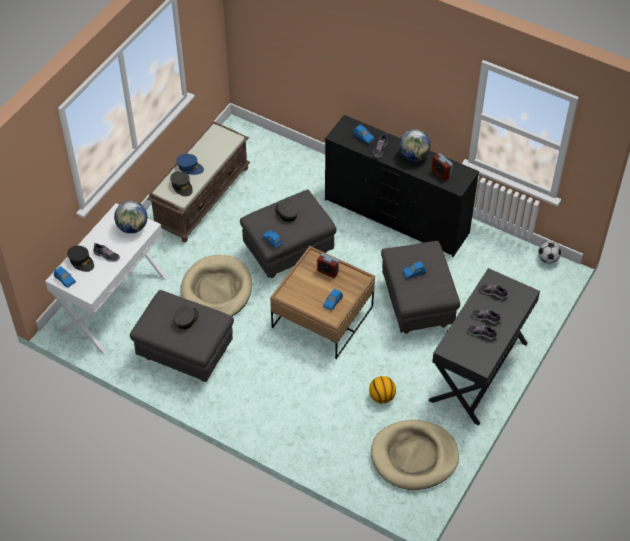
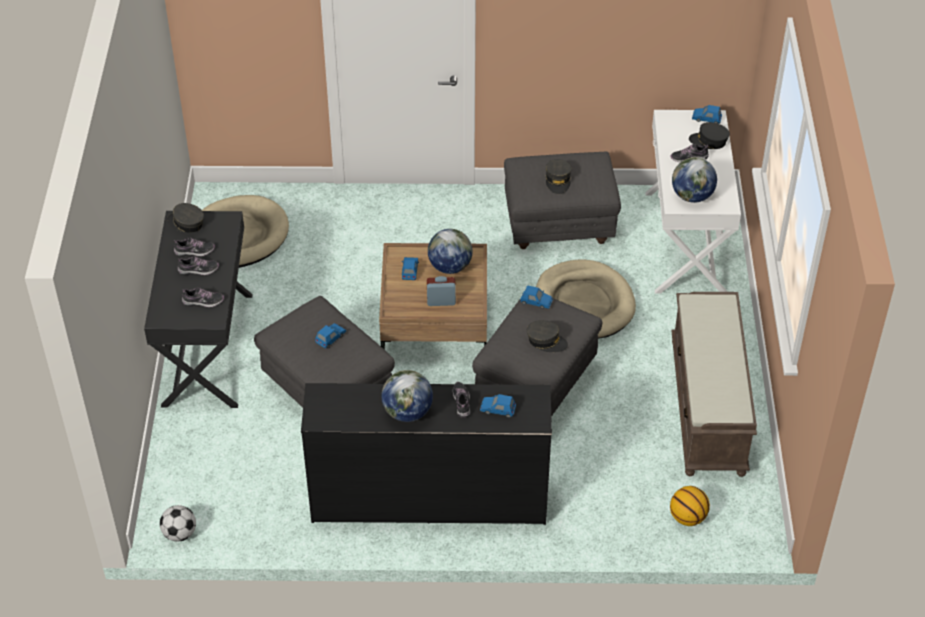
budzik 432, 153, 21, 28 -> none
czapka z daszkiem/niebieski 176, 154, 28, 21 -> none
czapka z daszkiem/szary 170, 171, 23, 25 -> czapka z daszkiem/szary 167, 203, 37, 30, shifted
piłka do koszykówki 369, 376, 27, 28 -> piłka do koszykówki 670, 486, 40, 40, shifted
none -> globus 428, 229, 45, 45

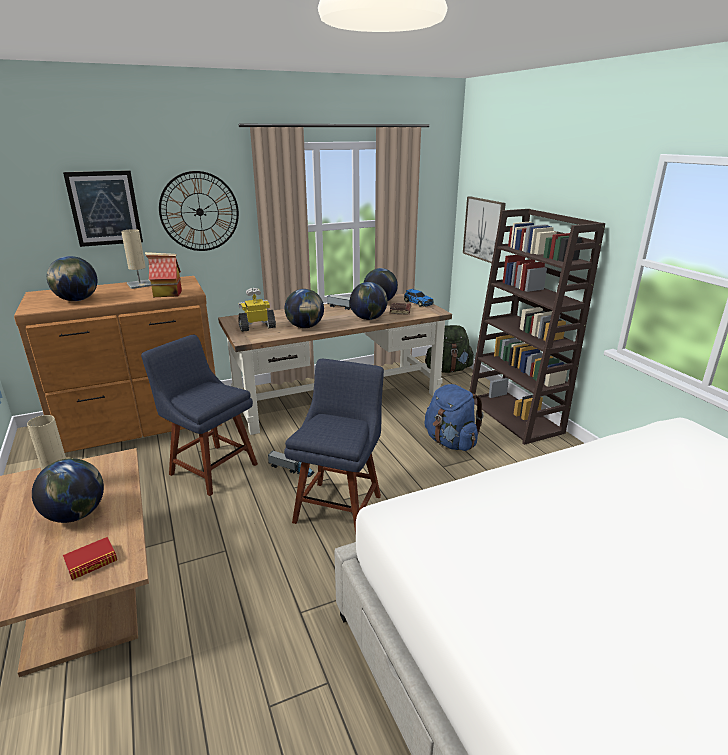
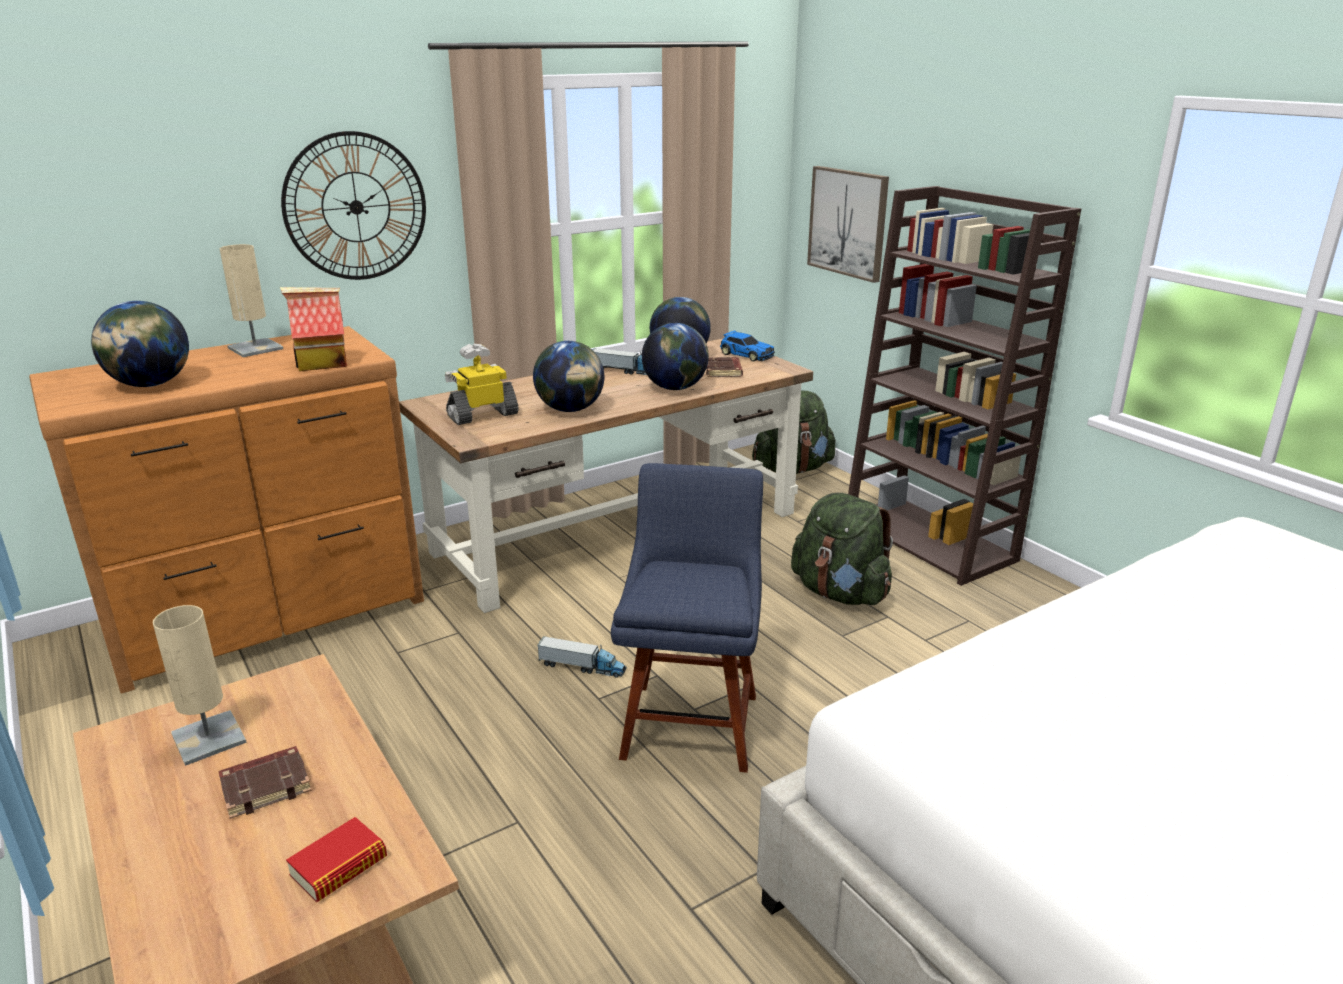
obraz 63, 170, 80, 77 -> none
krzesło/niebieski 141, 335, 117, 161 -> none
plecak/niebieski 424, 384, 60, 67 -> plecak/zielony 791, 492, 102, 113
globus 32, 458, 72, 65 -> książka/brązowy 218, 746, 94, 73

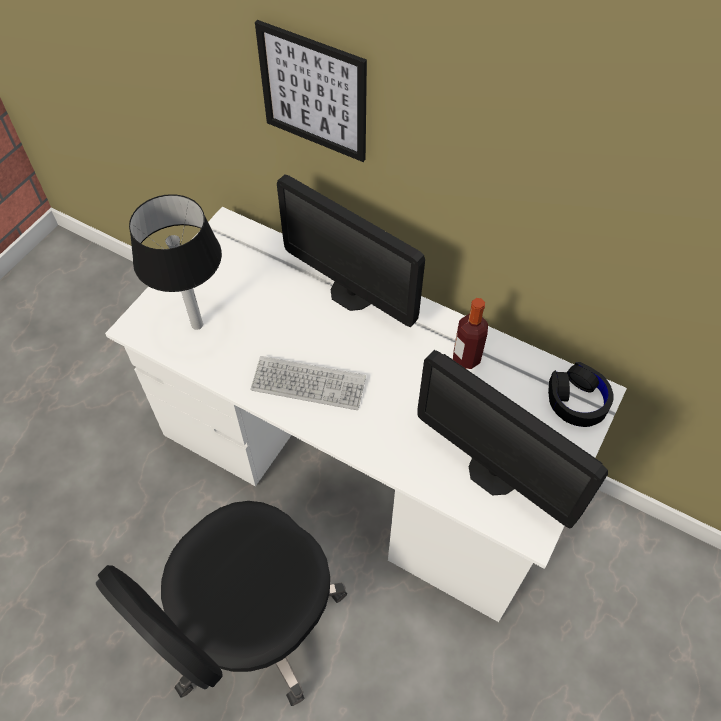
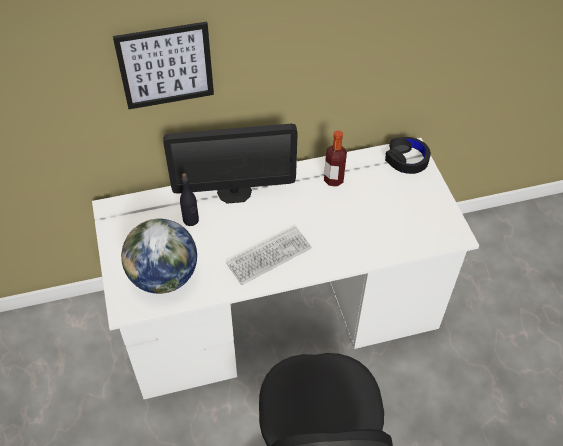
lampa stołowa 129, 194, 93, 136 -> globus 121, 219, 76, 75
monitor 417, 350, 191, 179 -> none
none -> butelka/czarny 180, 173, 19, 53

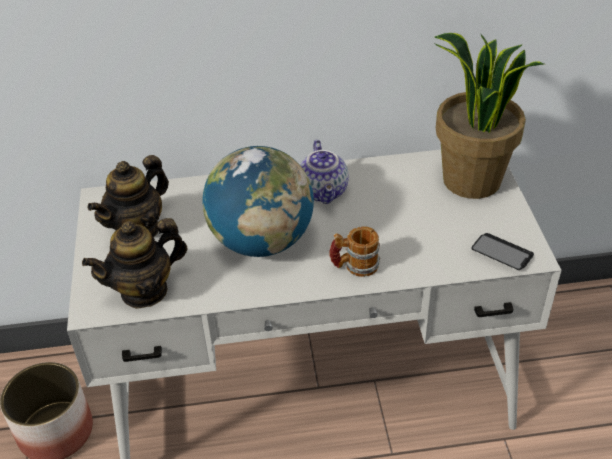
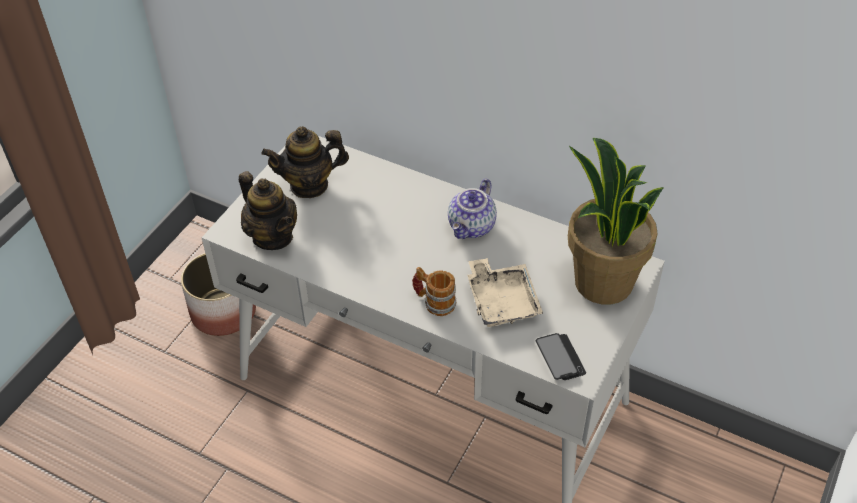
globus 202, 146, 112, 111 -> none
imbryk 82, 218, 105, 91 -> imbryk 239, 171, 58, 79, 135 degrees counterclockwise
none -> taca/beżowy 467, 258, 76, 69

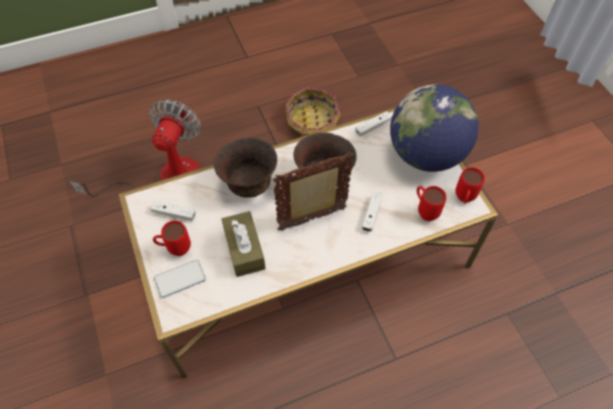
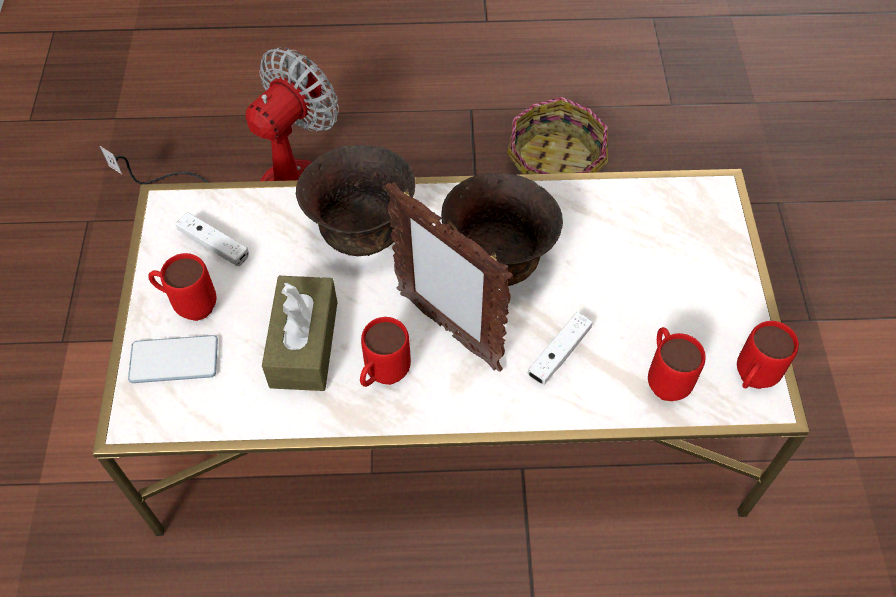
globus 390, 84, 89, 88 -> none
pad do gier/biały 355, 111, 37, 26 -> none
ramka na zdjęcie 273, 152, 81, 79 -> ramka na zdjęcie 385, 183, 128, 189, 135 degrees counterclockwise
none -> kubek/czerwony 360, 317, 51, 70

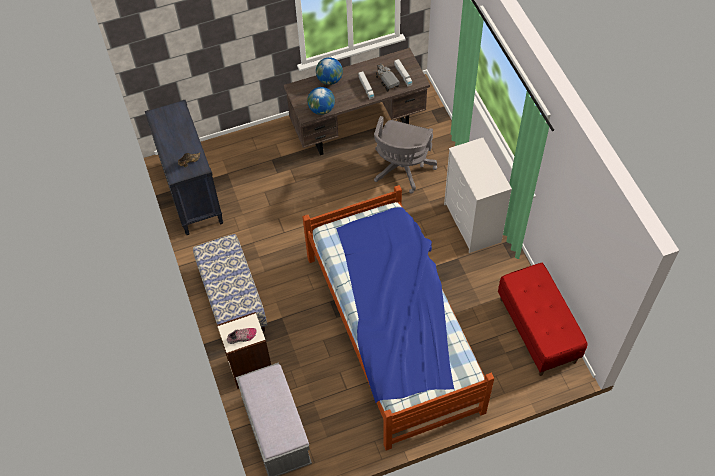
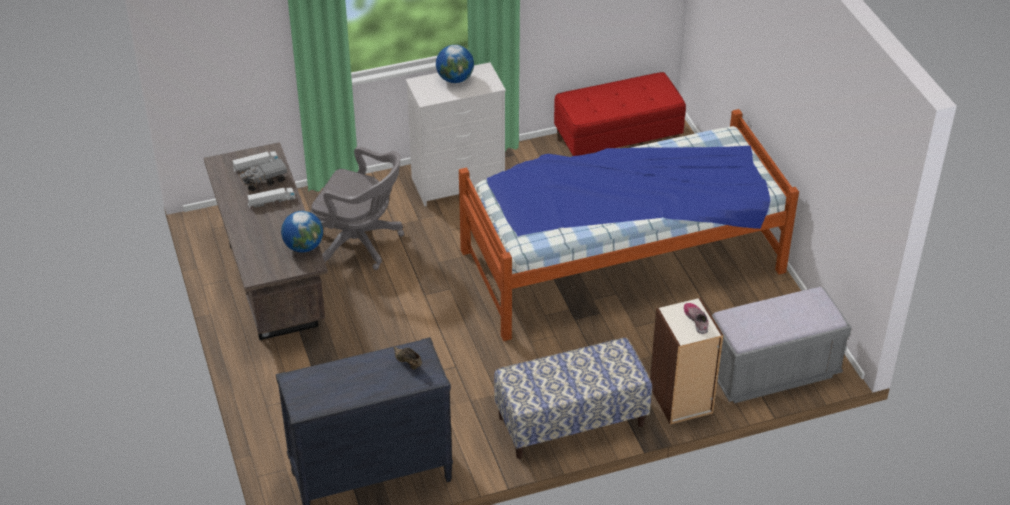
globus 316, 57, 27, 28 -> globus 436, 45, 38, 38, shifted

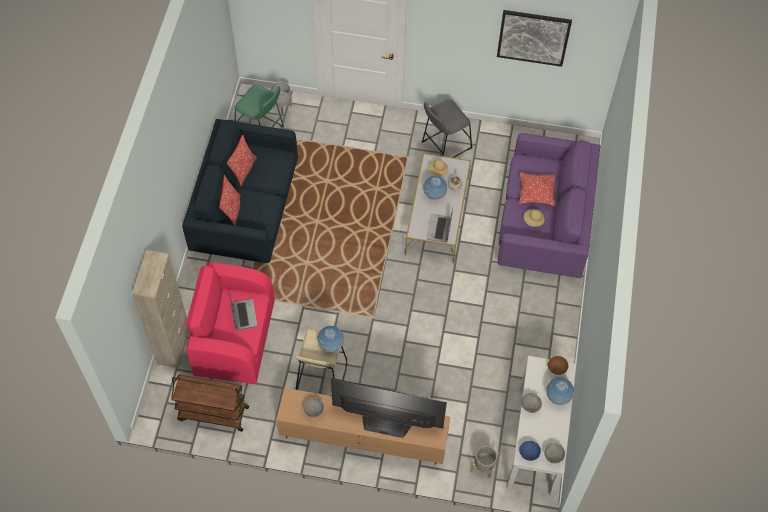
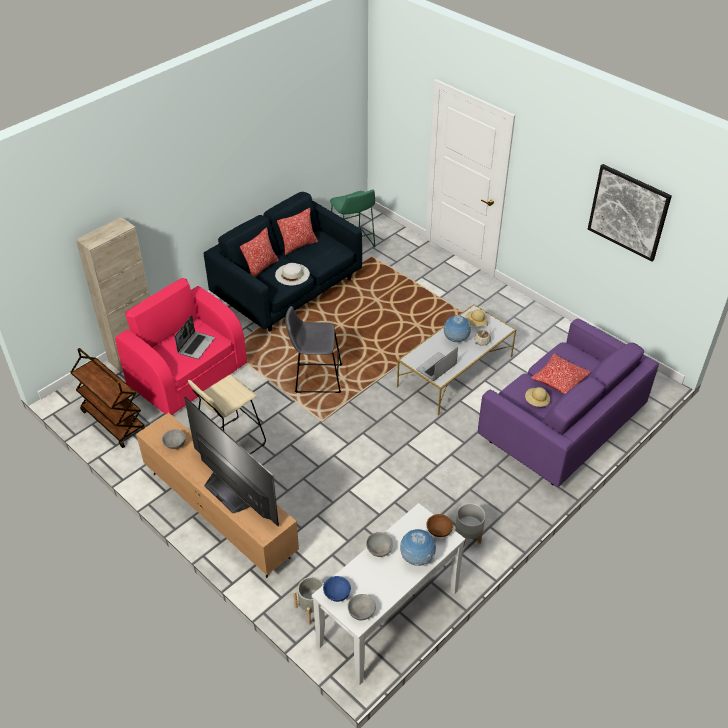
donica/szary 270, 81, 22, 33 -> donica/szary 456, 503, 29, 44, shifted
stołek/szary 422, 99, 50, 59 -> stołek/szary 285, 306, 57, 87, shifted
globus 317, 326, 27, 27 -> none
none -> kapelusz/biały 275, 263, 35, 22

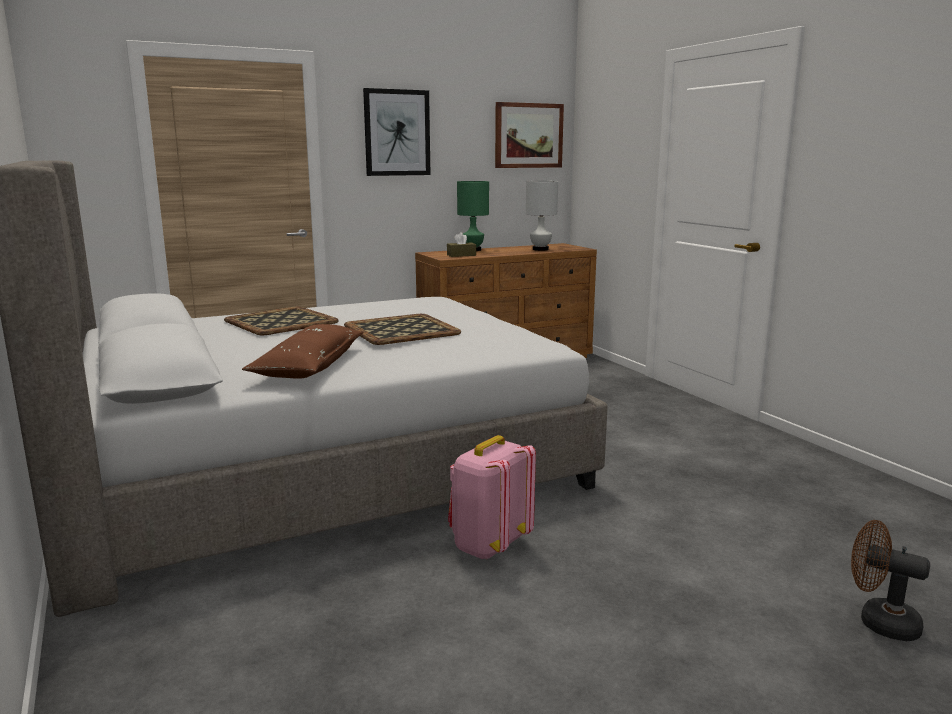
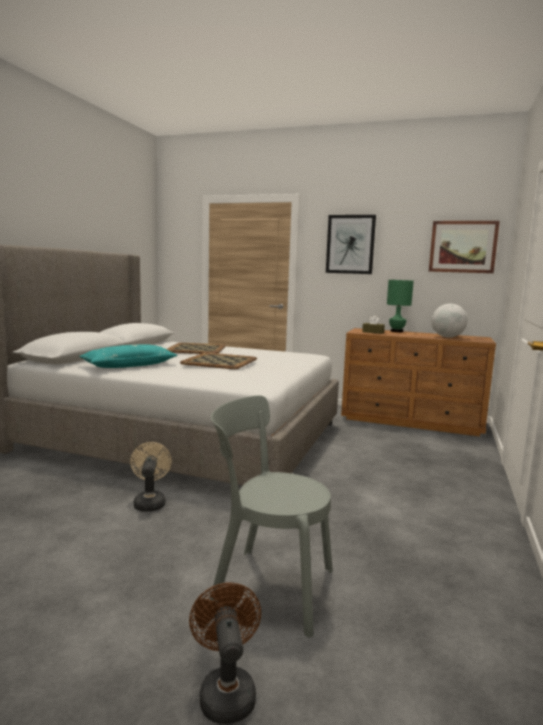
lampa stołowa/biały 526, 181, 32, 70 -> globus 432, 304, 36, 34
poduszka/brązowy 242, 324, 121, 55 -> poduszka/turkusowy 79, 344, 99, 24
plecak/różowy 448, 435, 88, 124 -> wentylator/beżowy 130, 442, 42, 70
none -> krzesło/szary 210, 395, 123, 242

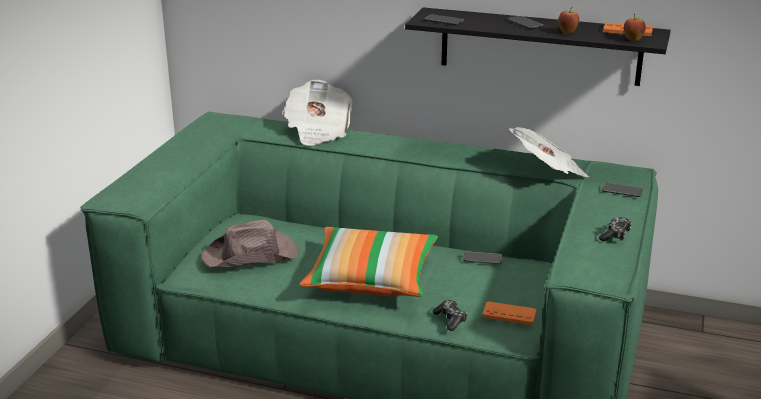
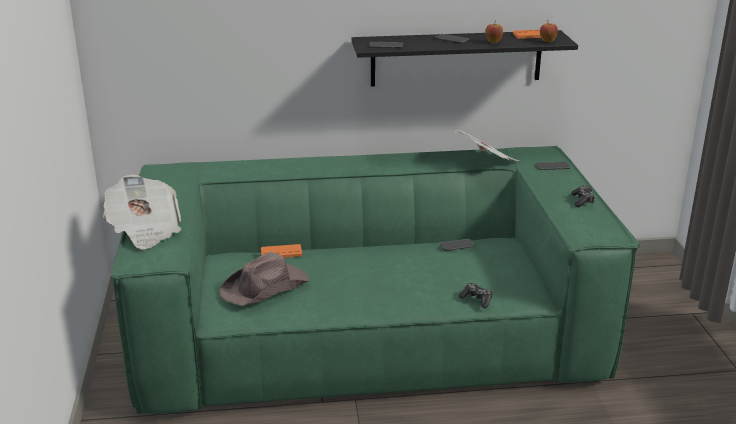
gazeta 283, 80, 70, 66 -> gazeta 103, 174, 78, 76, shifted
poduszka 299, 227, 139, 70 -> none
pad do gier/pomarańczowy 483, 301, 54, 24 -> pad do gier/pomarańczowy 261, 244, 41, 14, shifted

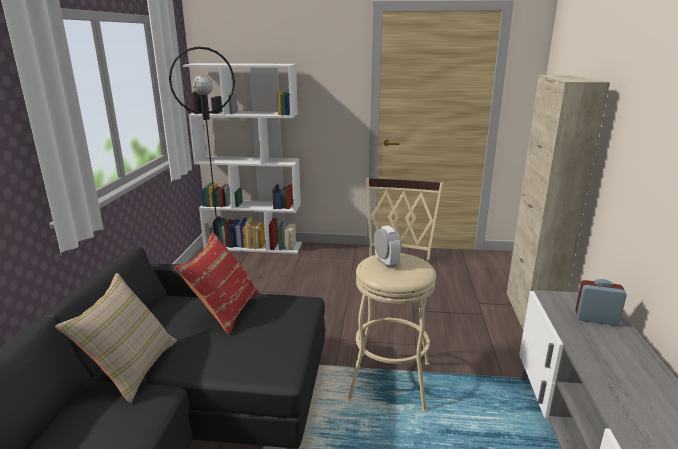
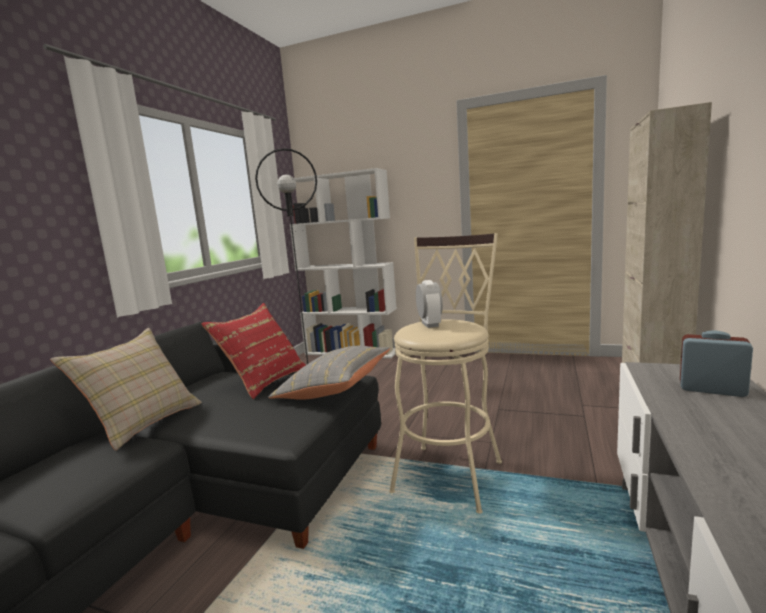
none -> poduszka/szary 268, 346, 122, 54

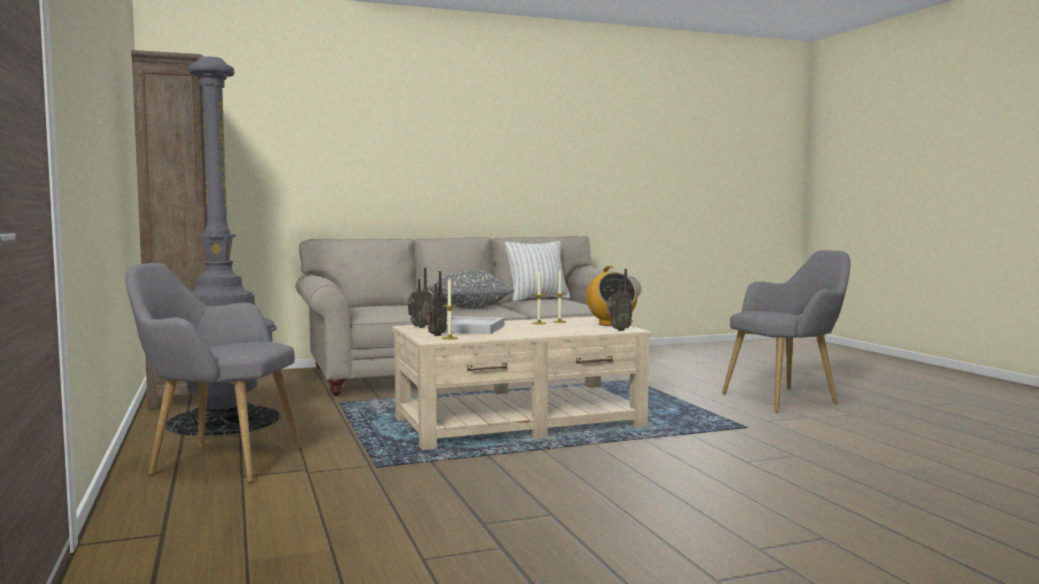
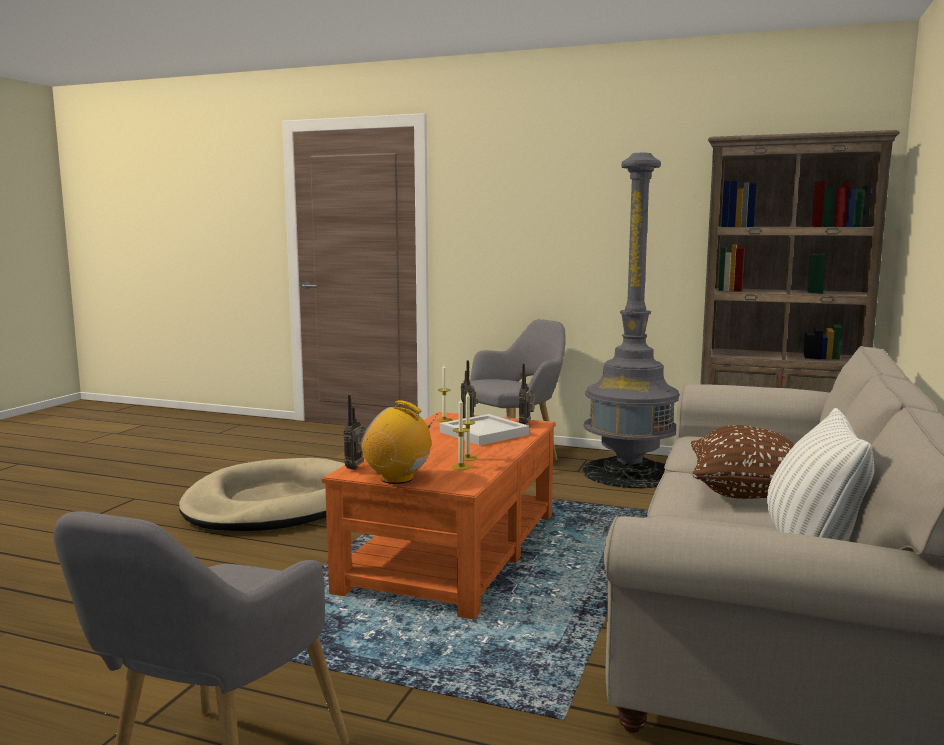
poduszka/szary 428, 270, 86, 39 -> poduszka/brązowy 691, 425, 104, 74
ława/beżowy 392, 316, 260, 134 -> ława/pomarańczowy 322, 412, 234, 208
none -> legowisko/beżowy 179, 458, 166, 73

